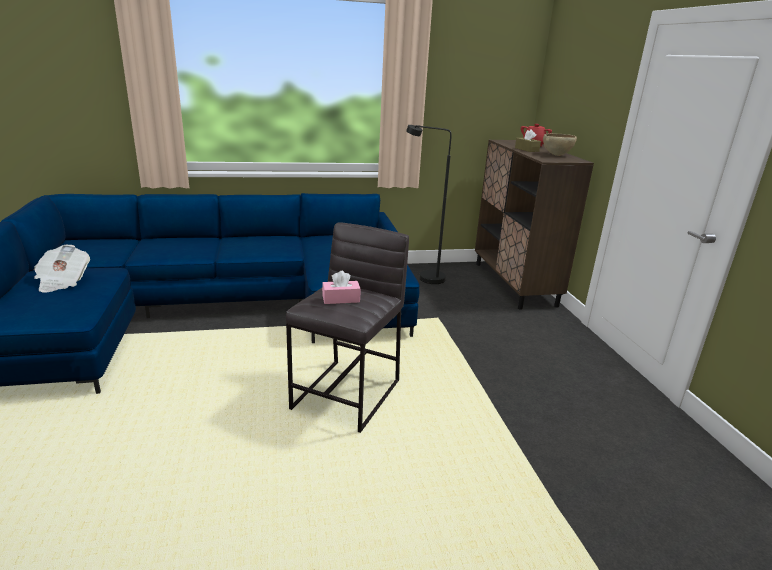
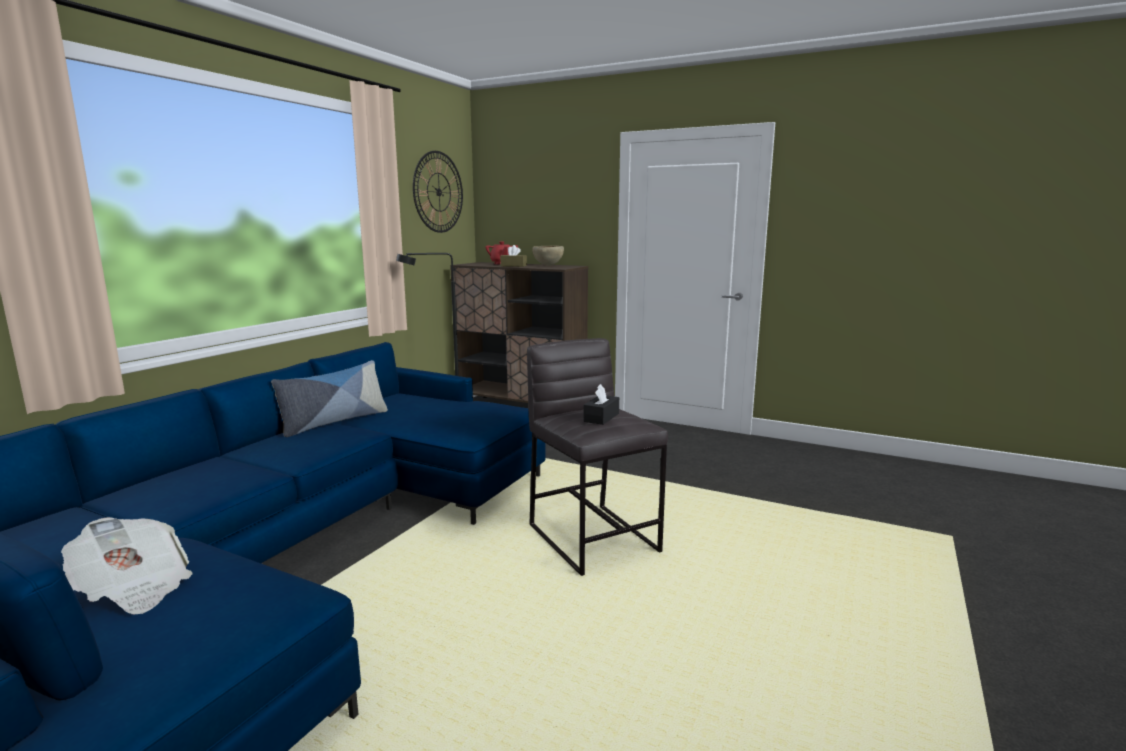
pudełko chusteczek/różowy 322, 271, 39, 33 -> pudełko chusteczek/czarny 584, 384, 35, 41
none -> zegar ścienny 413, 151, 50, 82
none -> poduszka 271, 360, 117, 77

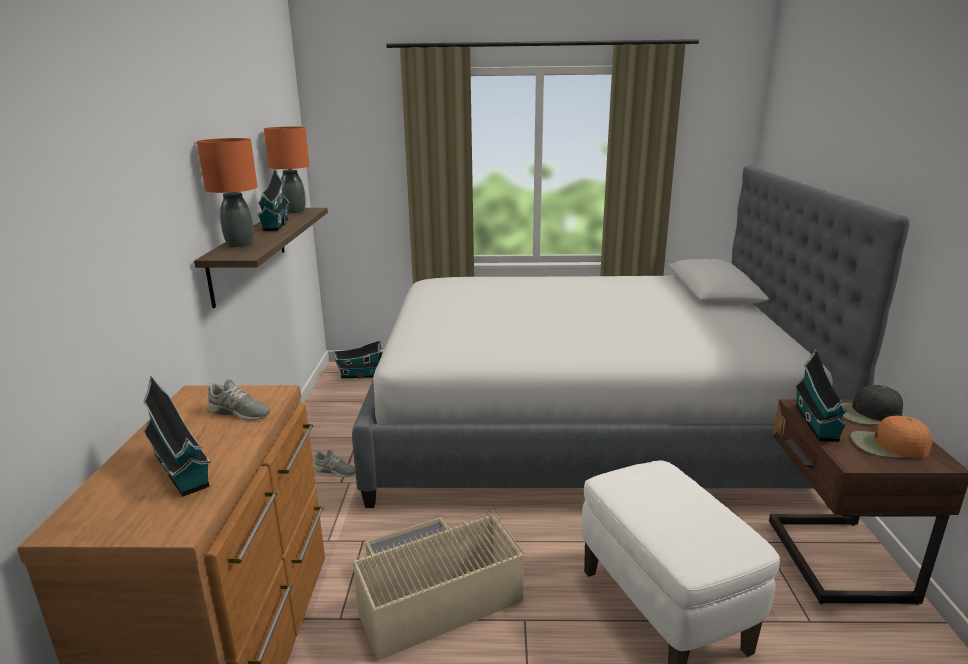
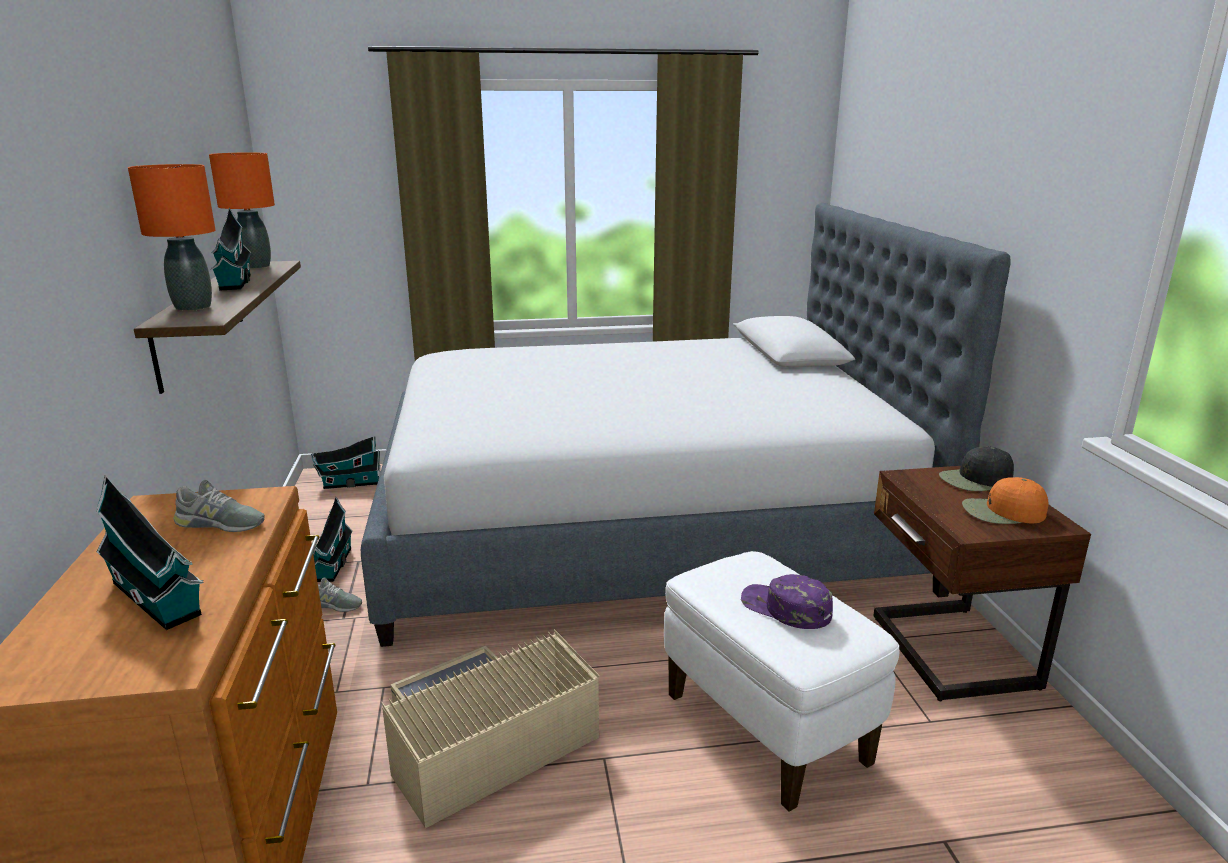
domek 795, 349, 53, 93 -> domek 313, 497, 40, 85, shifted
none -> czapka z daszkiem/fioletowy 741, 574, 92, 55

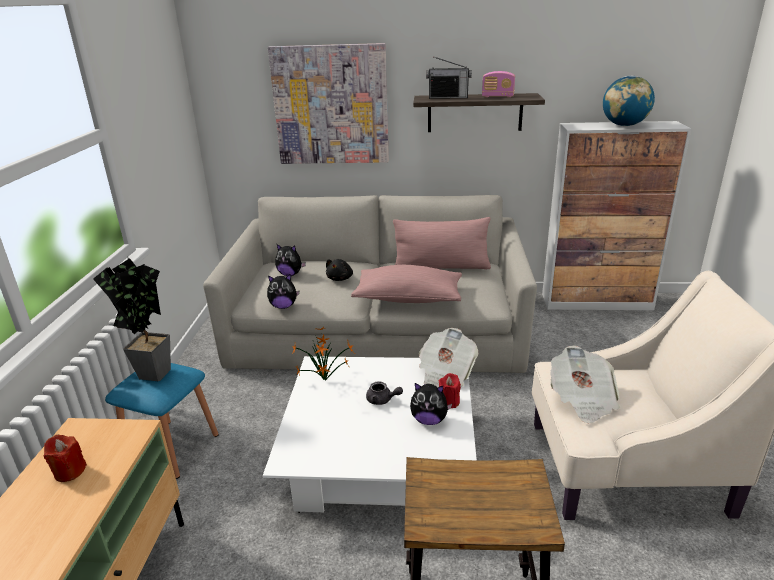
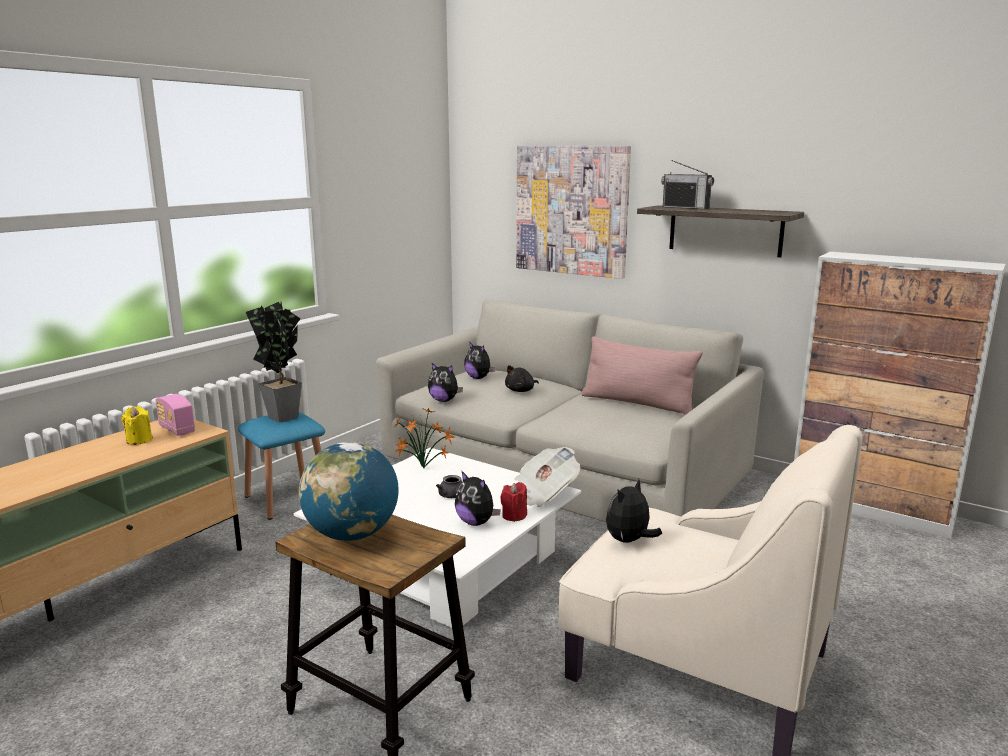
radio 482, 71, 33, 26 -> radio 155, 394, 40, 42, shifted
globus 603, 76, 52, 50 -> globus 299, 442, 99, 99, shifted
poduszka/różowy 351, 265, 111, 38 -> none
gazeta 550, 346, 70, 78 -> pluszak 606, 479, 56, 64
świeca/czerwony 44, 435, 43, 47 -> świeca/żółty 121, 406, 32, 39

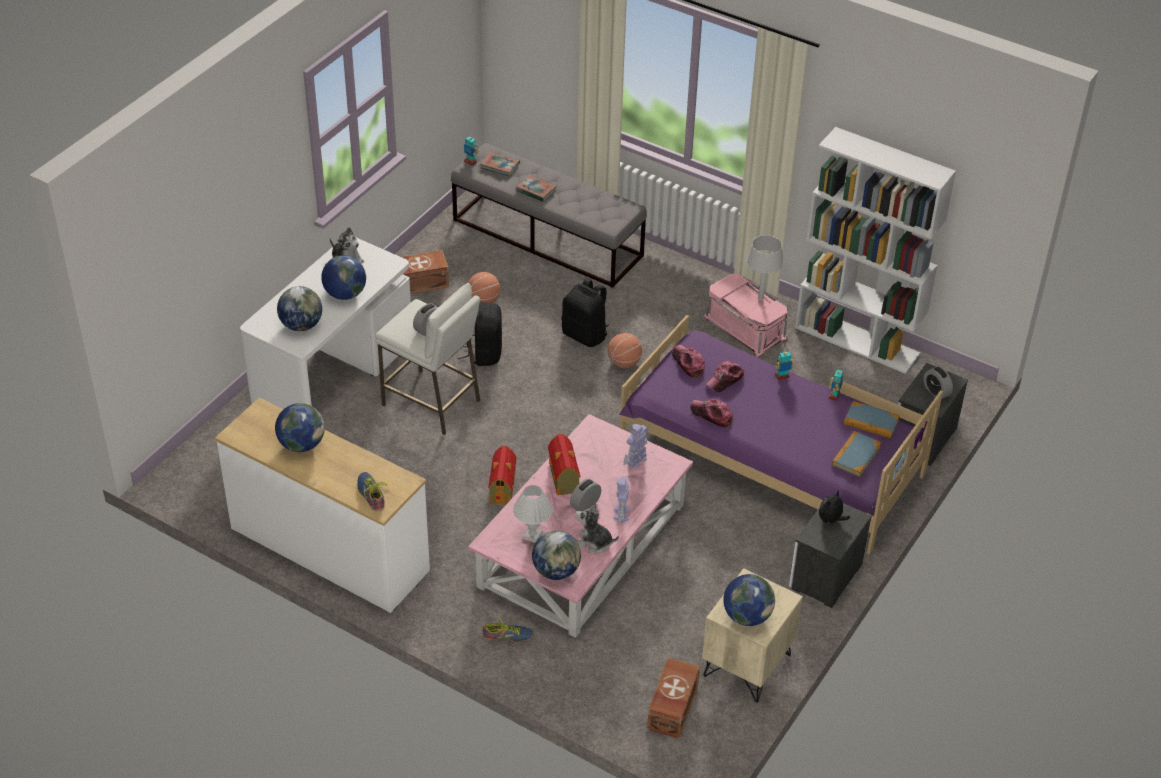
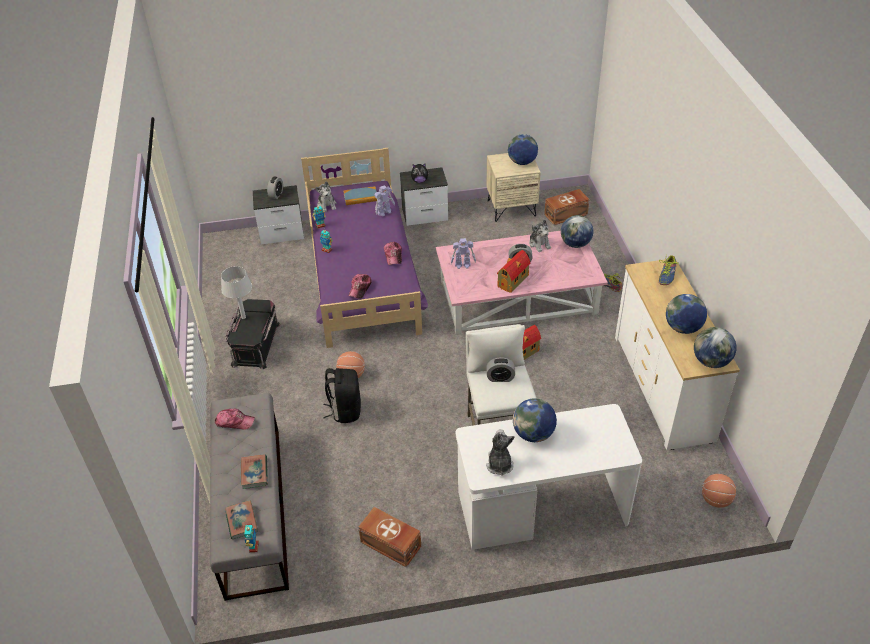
regał/biały 795, 127, 161, 247 -> none
piłka do koszykówki 468, 272, 32, 31 -> piłka do koszykówki 702, 474, 34, 34, shifted
pojemnik do przechowywania/różowy 703, 274, 84, 84 -> pojemnik do przechowywania/czarny 225, 299, 56, 71
globus 277, 286, 45, 45 -> globus 694, 327, 43, 41, shifted
plecak/czarny 458, 302, 44, 64 -> none
czapka z daszkiem 706, 361, 38, 31 -> czapka z daszkiem 215, 409, 40, 21, shifted
książka 844, 401, 56, 37 -> pluszak 315, 181, 21, 31
robot zabawkowy 613, 478, 17, 46 -> robot zabawkowy 375, 185, 20, 31, shifted
lampa stołowa/biały 513, 485, 40, 58 -> none

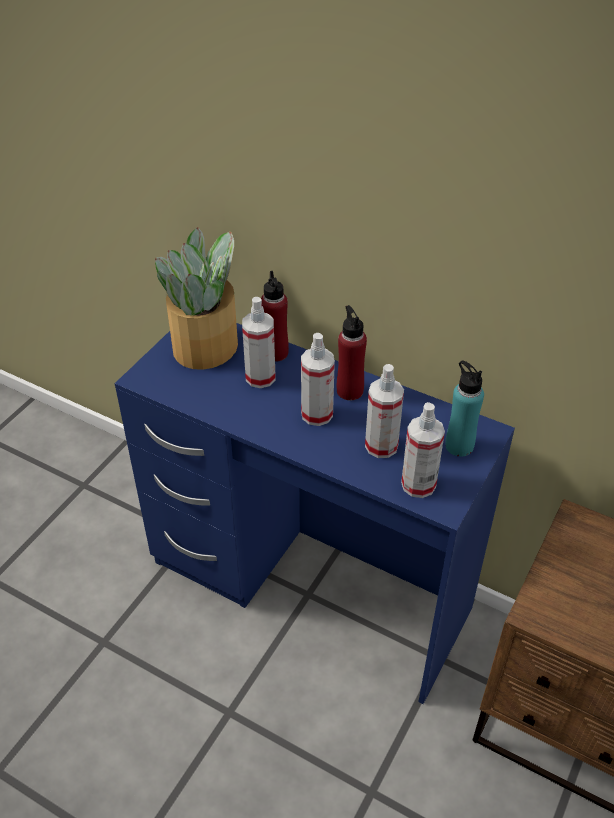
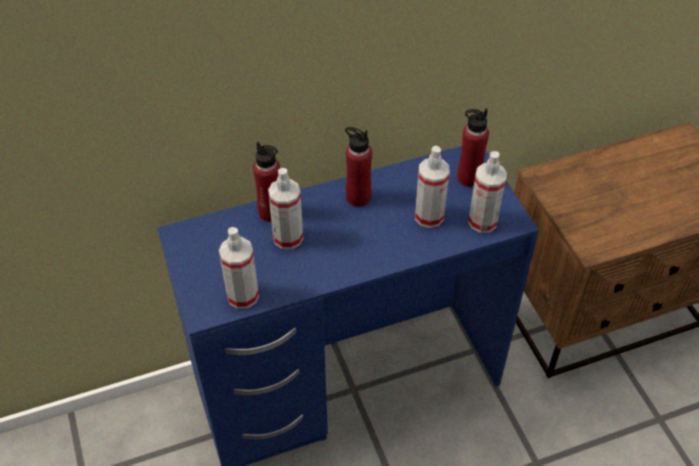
roślina doniczkowa 155, 227, 83, 143 -> none
spryskiwacz 301, 333, 34, 93 -> spryskiwacz 219, 227, 40, 82, shifted
butelka/turkusowy 445, 361, 39, 96 -> butelka/czerwony 457, 109, 32, 78

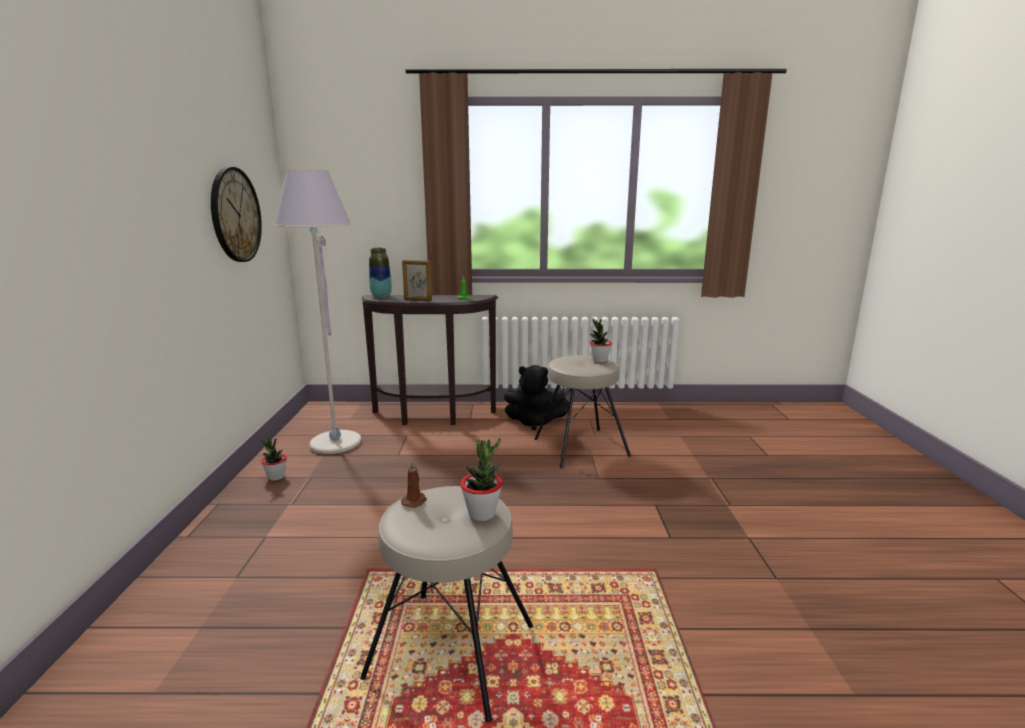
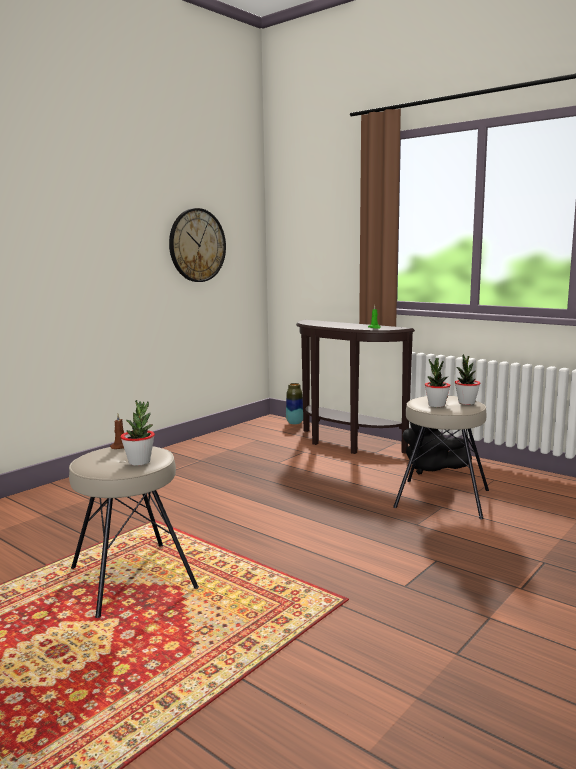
lampa stojąca/szary 273, 169, 89, 285 -> none
wazon 369, 248, 23, 50 -> wazon 286, 383, 17, 42, shifted
ramka na zdjęcie 402, 260, 30, 41 -> none
roślina doniczkowa 261, 436, 26, 45 -> roślina doniczkowa 425, 358, 26, 49, shifted

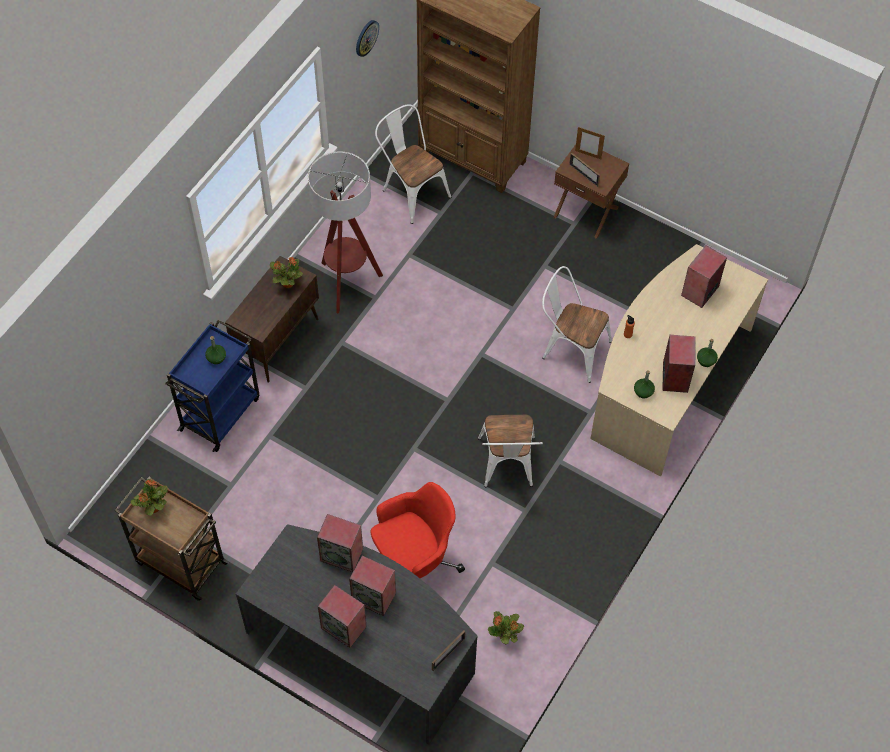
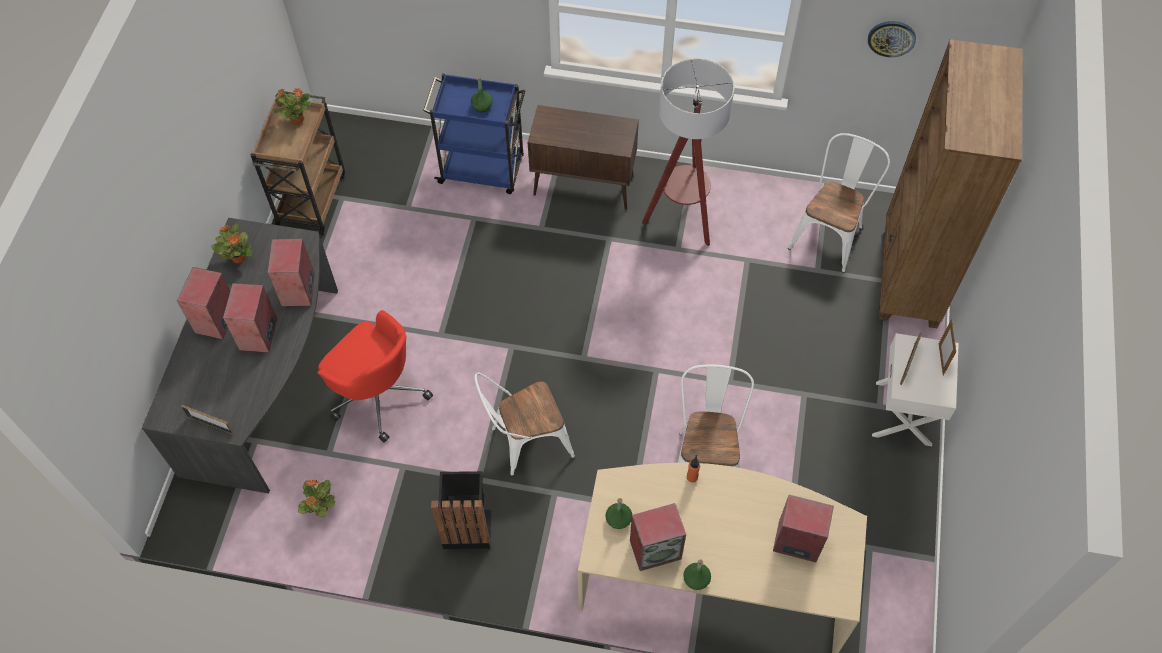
szafka nocna/brązowy 554, 144, 75, 95 -> szafka nocna/biały 872, 333, 87, 113
roślina doniczkowa 270, 257, 33, 31 -> roślina doniczkowa 211, 223, 41, 40, shifted
none -> kosz na śmieci/czarny 431, 471, 60, 78

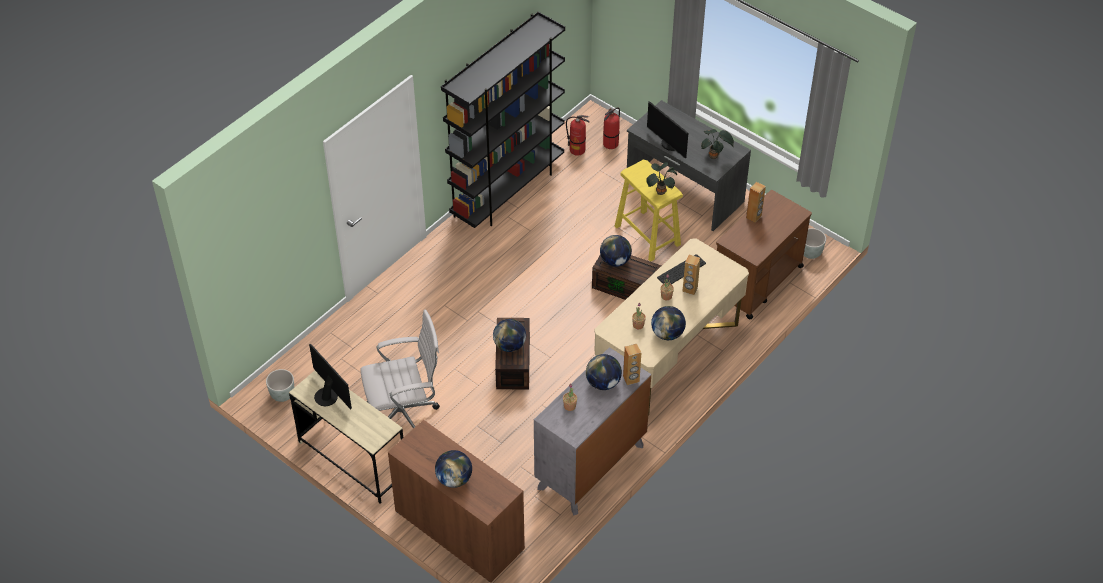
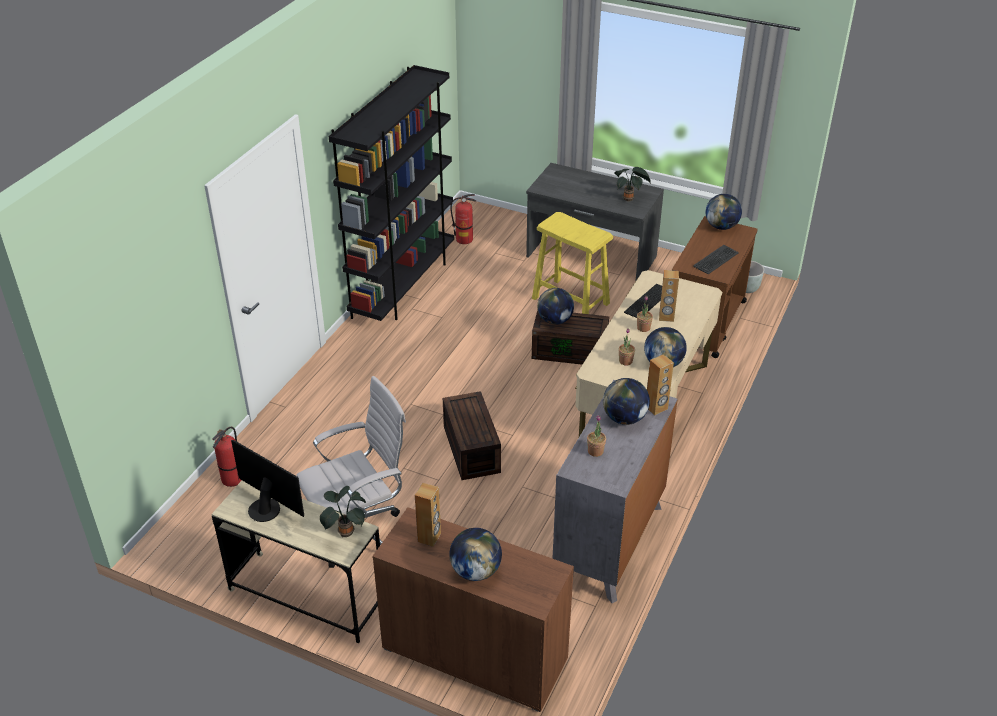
monitor 647, 101, 41, 57 -> none
gaśnica 603, 108, 17, 41 -> gaśnica 212, 427, 30, 60, shifted
roślina doniczkowa 646, 162, 31, 33 -> roślina doniczkowa 320, 486, 46, 51, shifted
głośnik/brązowy 746, 182, 20, 41 -> głośnik/brązowy 415, 483, 26, 64, shifted
globus 493, 319, 33, 33 -> globus 706, 194, 36, 36, shifted
donica/szary 266, 369, 28, 33 -> none
none -> klawiatura 693, 245, 46, 29

